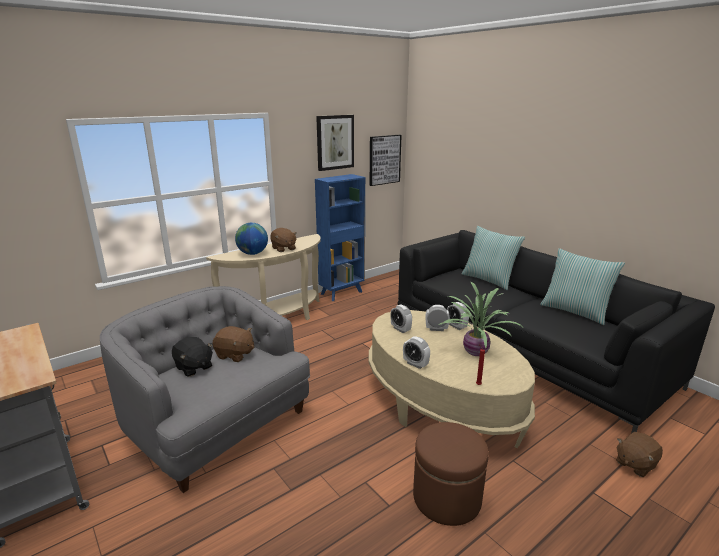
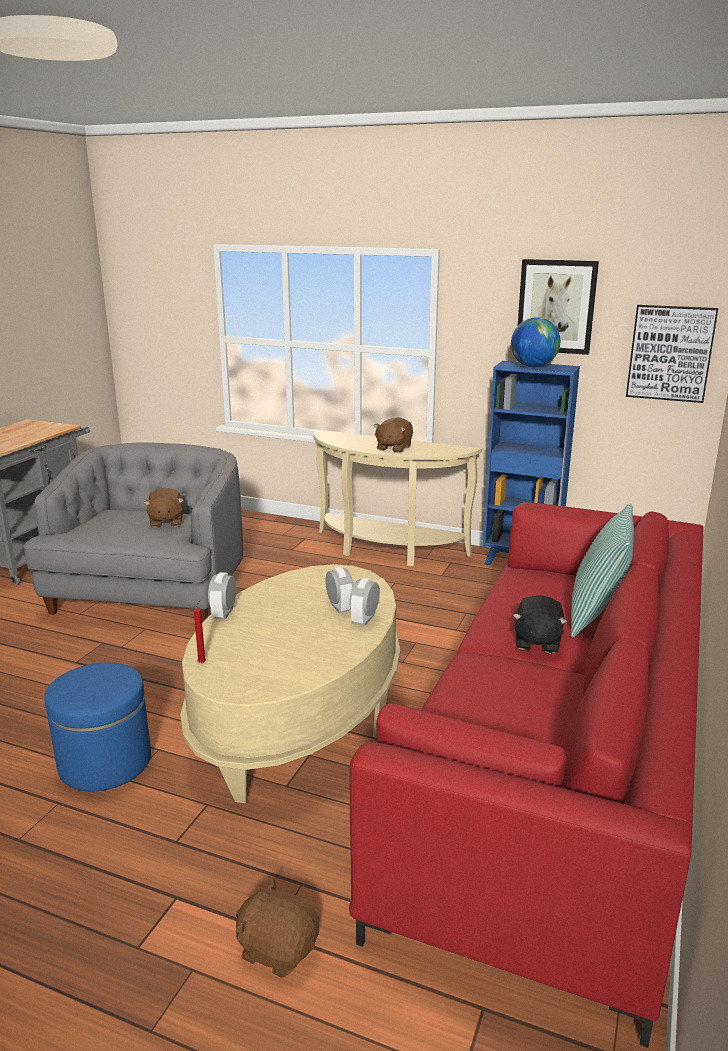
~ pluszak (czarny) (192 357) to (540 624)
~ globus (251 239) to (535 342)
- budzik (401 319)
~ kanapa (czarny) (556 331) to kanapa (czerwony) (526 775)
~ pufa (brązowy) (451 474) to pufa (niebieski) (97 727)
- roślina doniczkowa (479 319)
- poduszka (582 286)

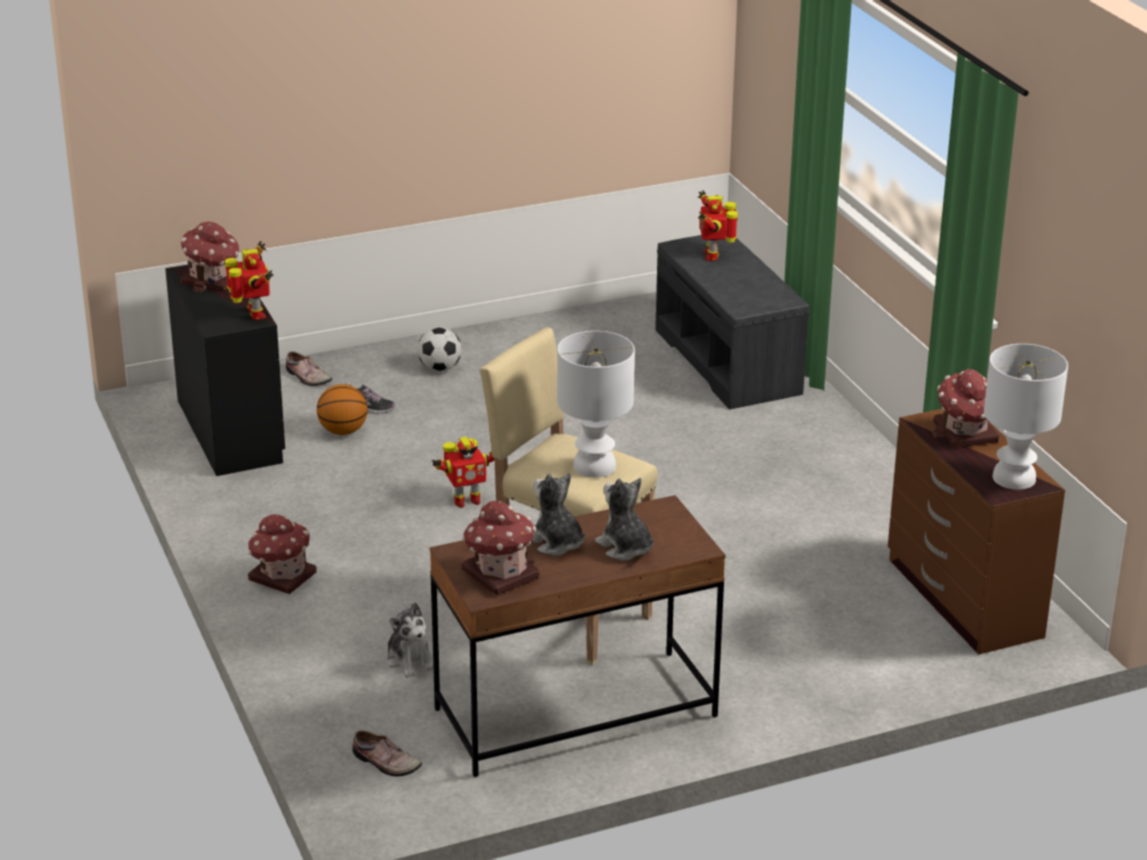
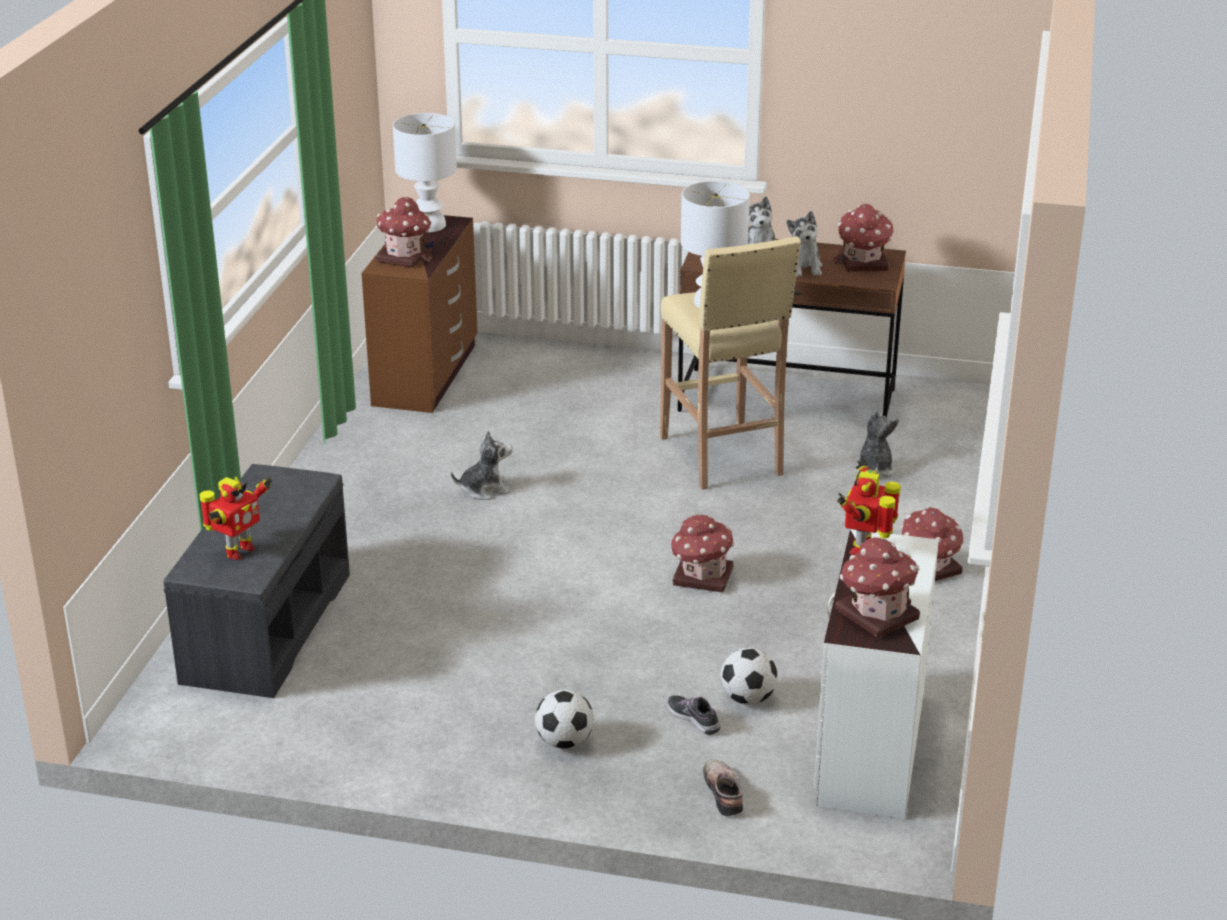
~ komoda (czarny) (225 370) to komoda (biały) (876 674)
~ piłka do koszykówki (342 409) to piłka futbolowa (749 676)
- but (387 753)
~ robot zabawkowy (463 472) to domek (702 553)
+ pluszak (481 465)

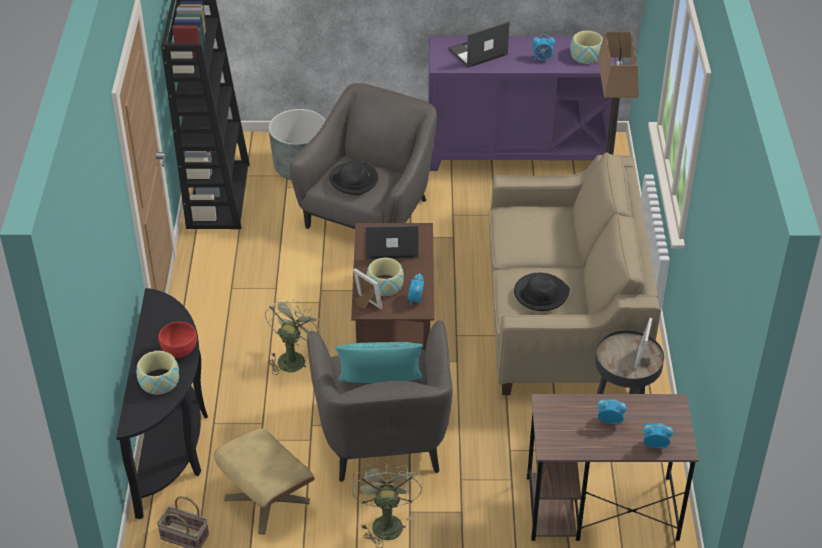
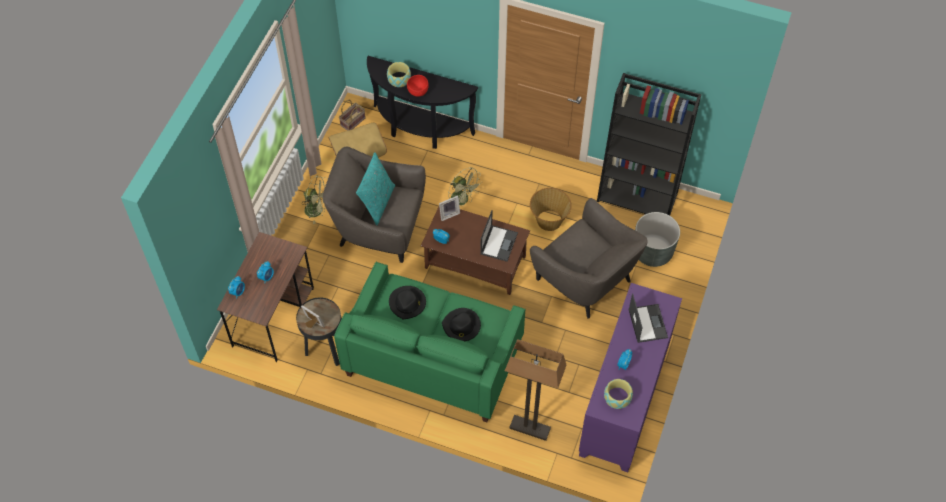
~ kapelusz (czarny) (353 178) to (461 324)
- miska (385 277)
~ kanapa (beżowy) (575 273) to kanapa (zielony) (429 342)
+ koszyk (551 209)

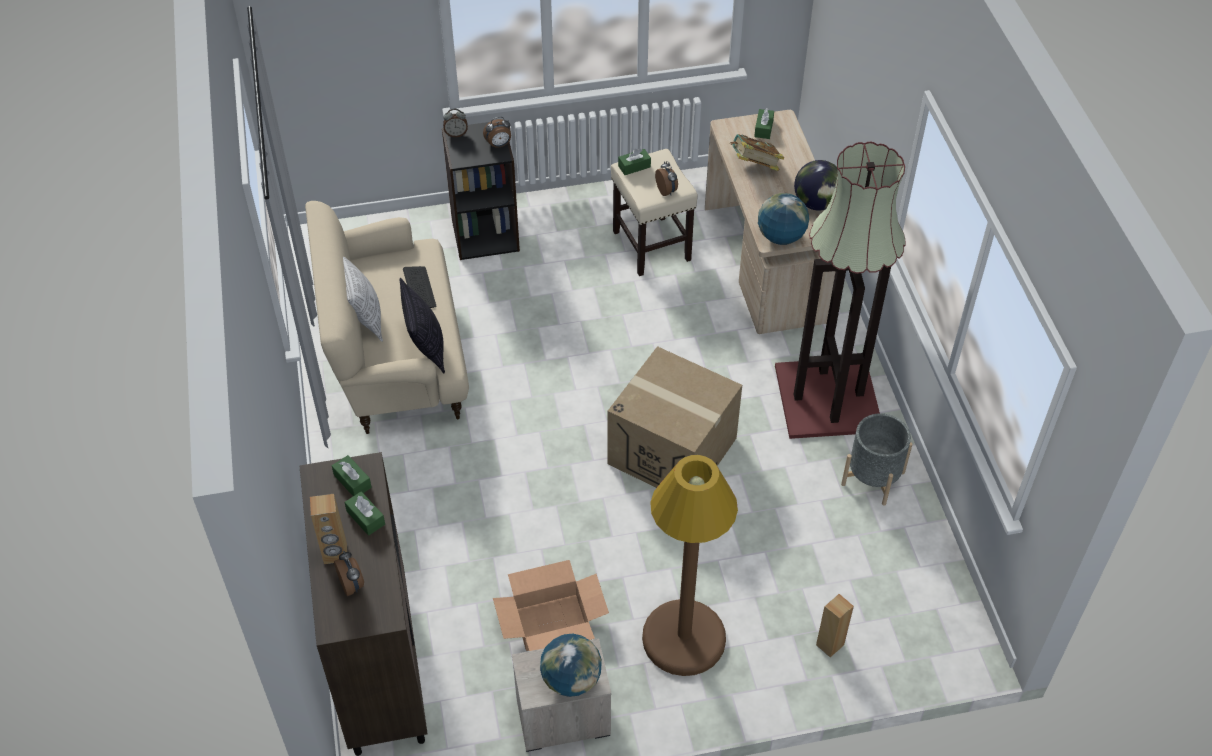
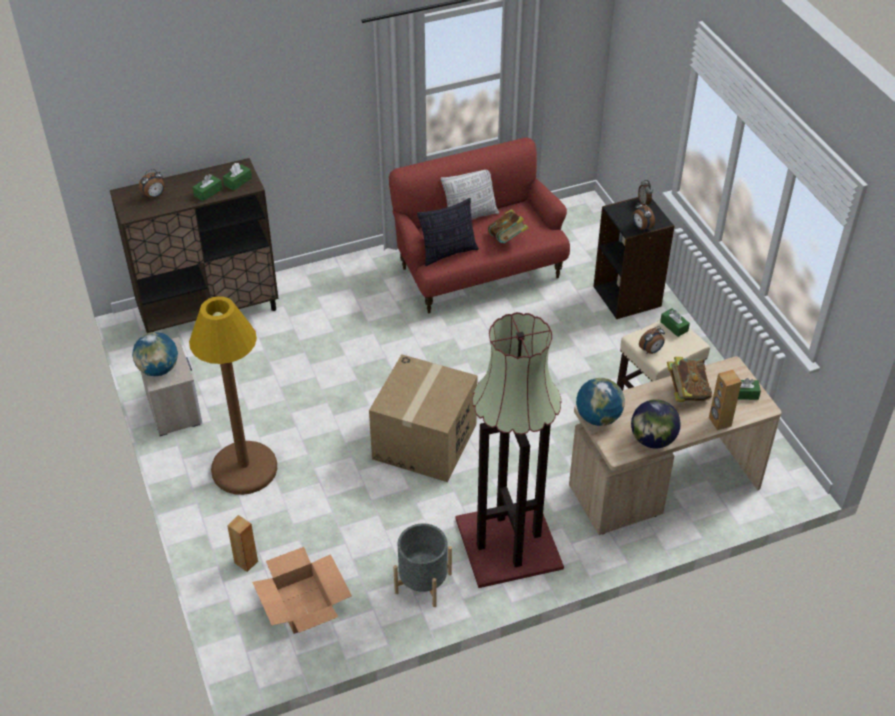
~ kanapa (beżowy) (387 317) to kanapa (czerwony) (479 225)
~ głośnik (brązowy) (329 529) to (725 400)
~ klawiatura (419 287) to książka (508 226)
~ karton (551 605) to (302 590)

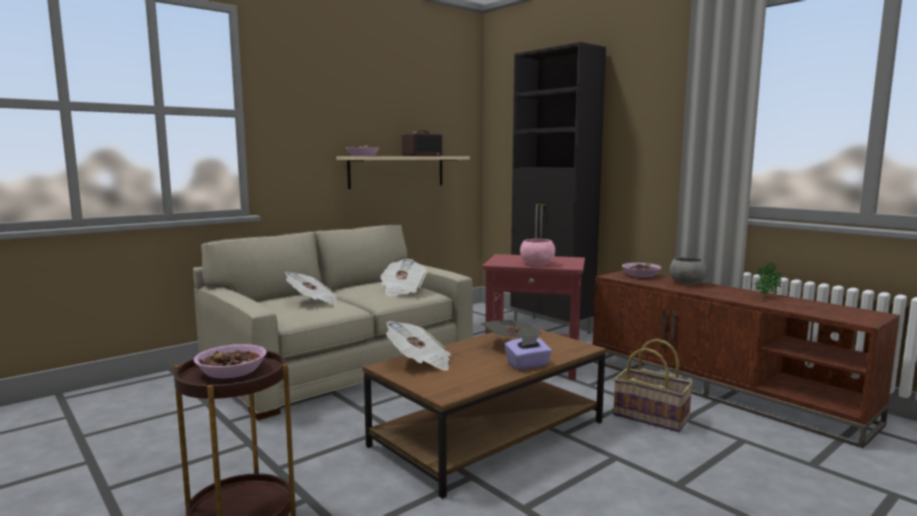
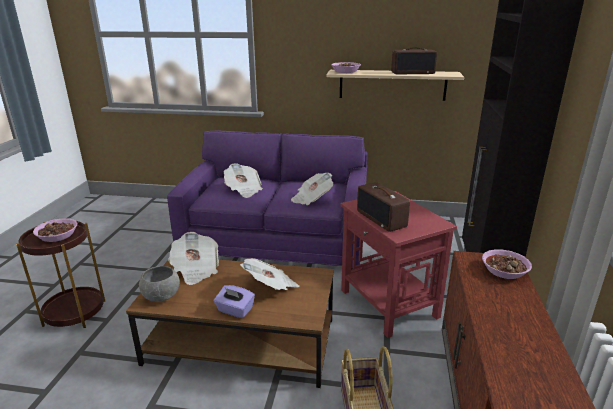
~ kanapa (beżowy) (333 322) to kanapa (fioletowy) (267 200)
~ miska (różowy) (537 252) to radio (383 207)
~ miska (szary) (688 271) to (159 284)
- roślina doniczkowa (769 279)

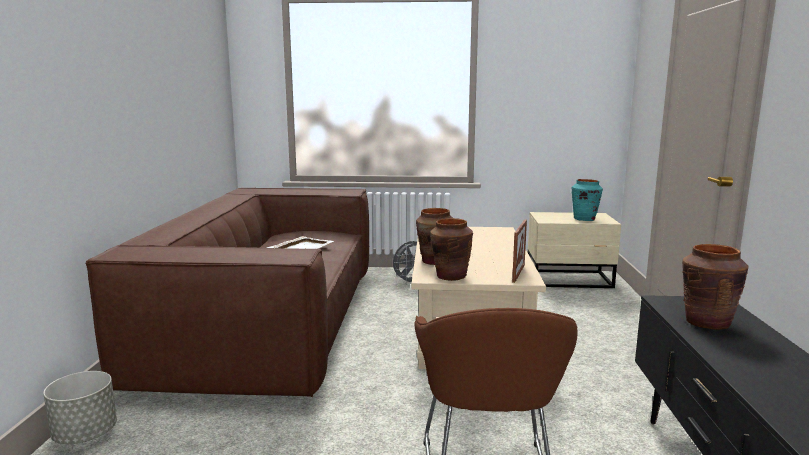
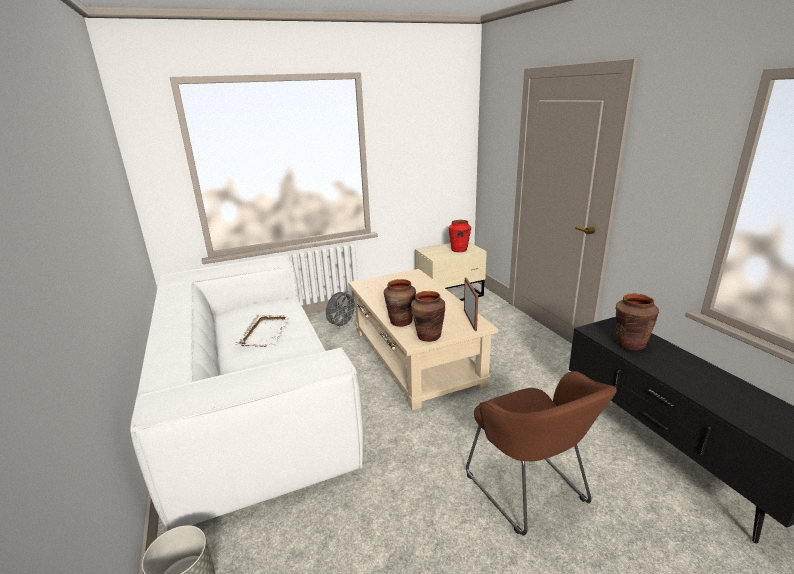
~ kanapa (brązowy) (227 292) to kanapa (biały) (247 393)
~ wazon (turkusowy) (587 200) to wazon (czerwony) (459 236)

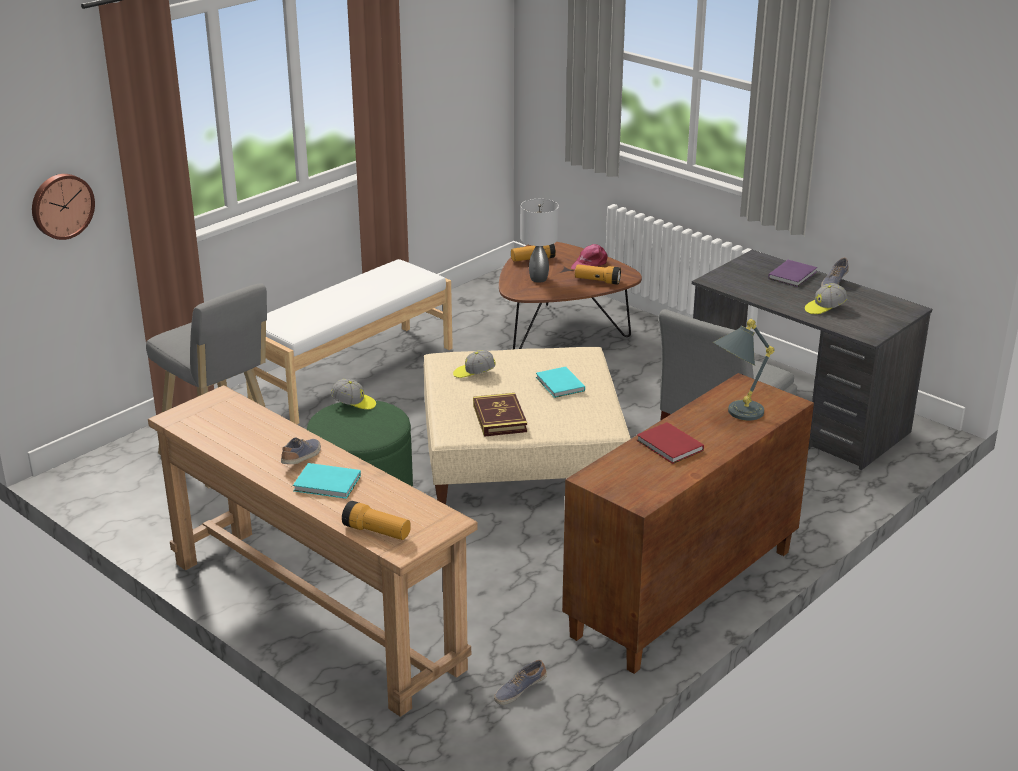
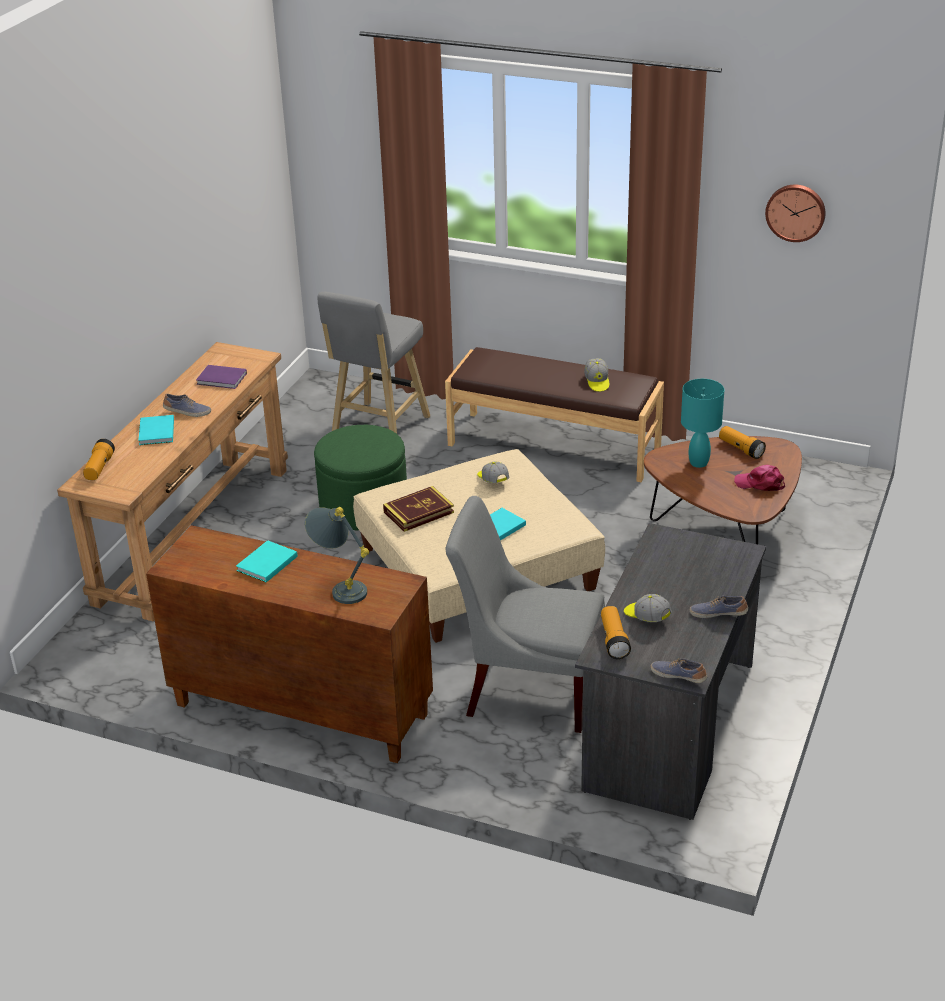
~ zegar ścienny (63 207) to (795 213)
~ ławka (biały) (349 341) to ławka (brązowy) (554 414)
~ czapka z daszkiem (353 394) to (596 375)
~ but (520 682) to (679 670)
~ lampa stołowa (szary) (540 241) to lampa stołowa (turkusowy) (702 423)
~ latarka (598 274) to (616 632)
~ książka (czerwony) (670 443) to książka (turkusowy) (267 561)
~ książka (fioletowy) (792 273) to (221 377)

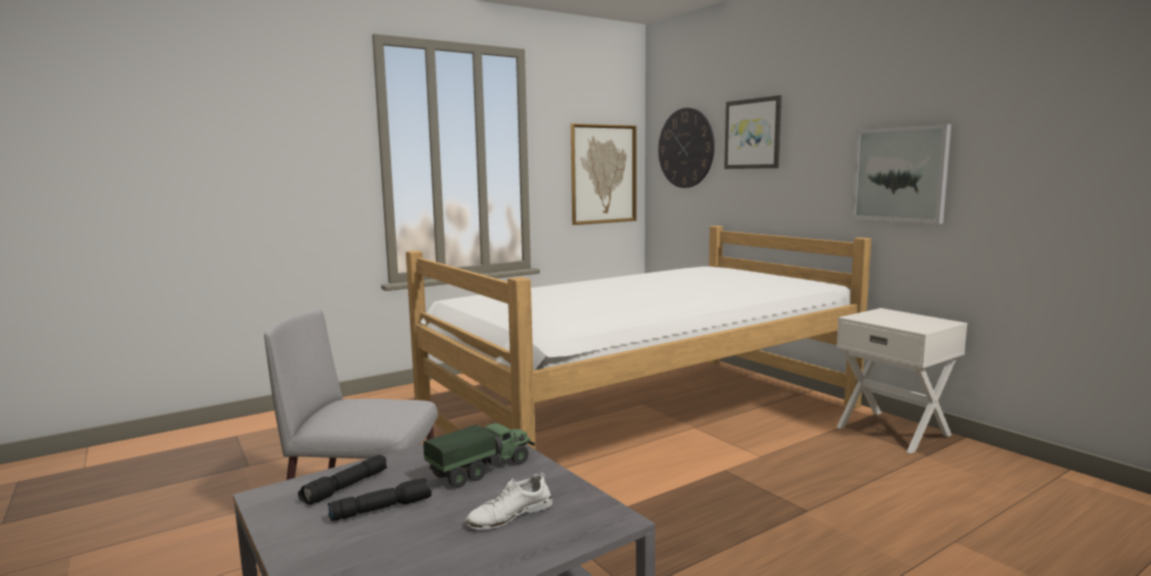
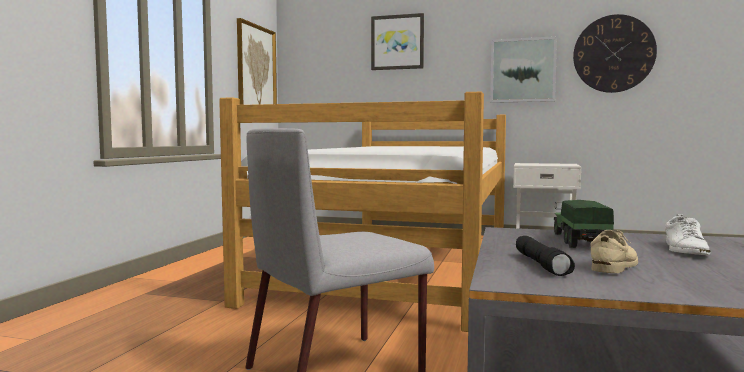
~ latarka (czarny) (380 499) to but (beżowy) (614 251)
~ zegar ścienny (686 148) to (615 53)

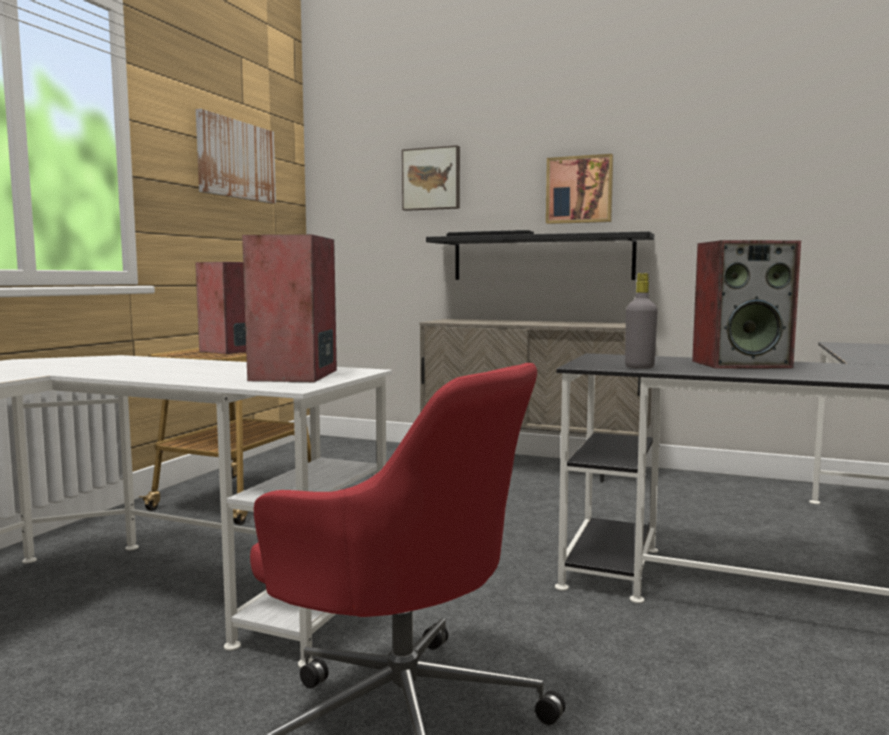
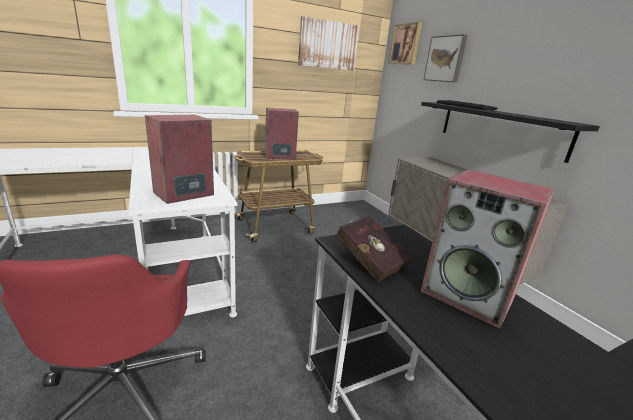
~ obraz (579 189) to (405 43)
~ butelka (szary) (641 321) to książka (czerwony) (373 249)

